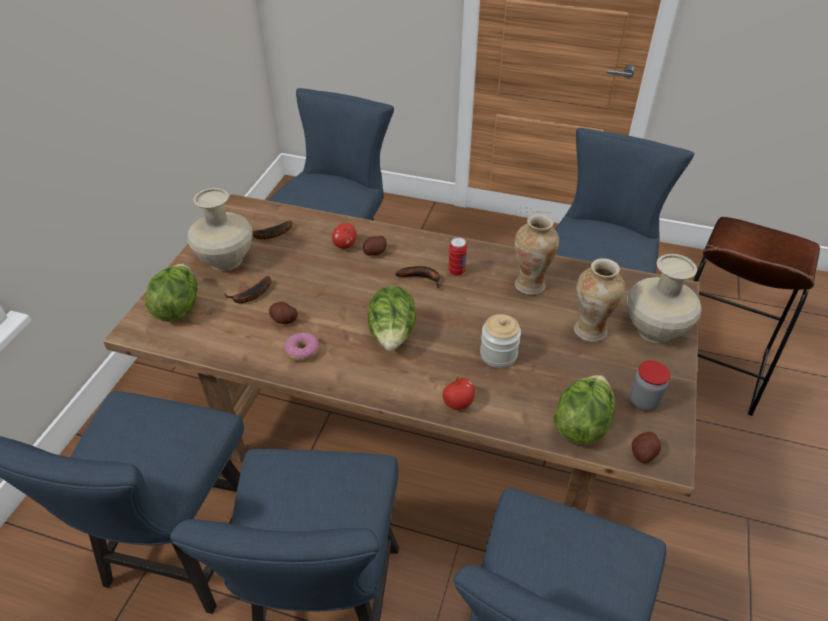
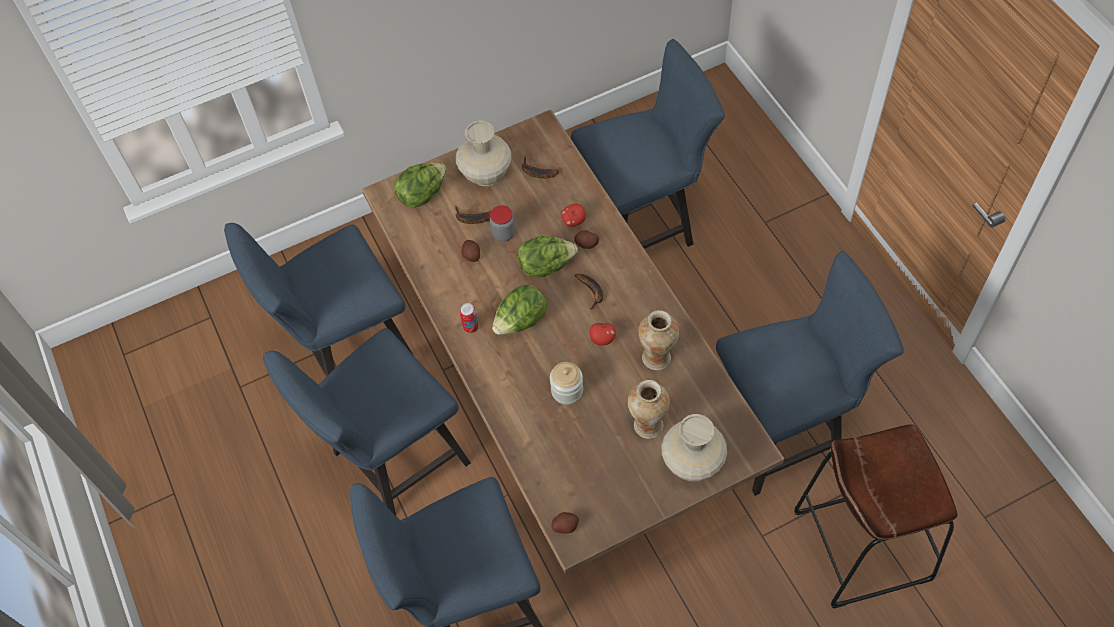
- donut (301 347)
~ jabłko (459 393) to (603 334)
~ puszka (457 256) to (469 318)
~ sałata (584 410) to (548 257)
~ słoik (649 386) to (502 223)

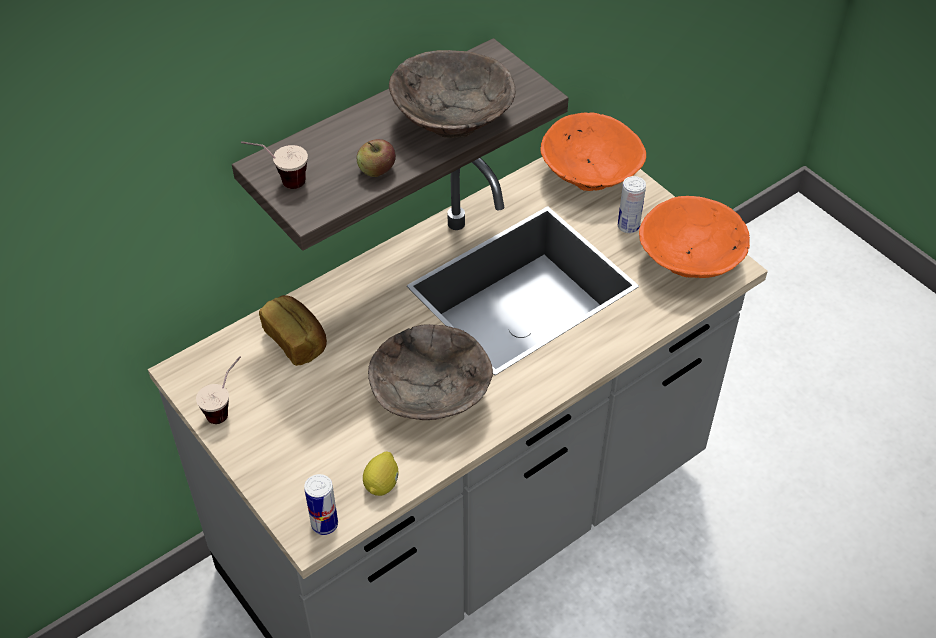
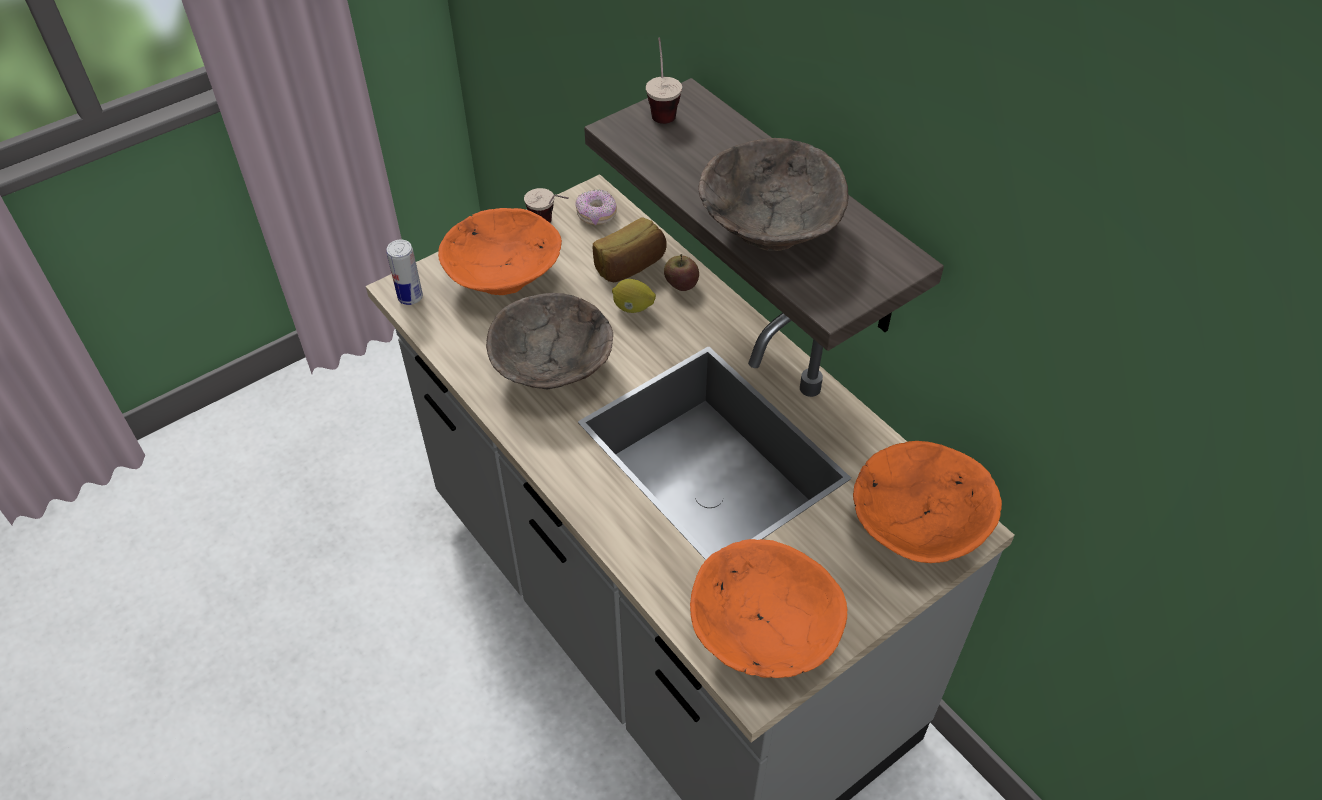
~ jabłko (376 158) to (681 272)
~ cytryna (380 473) to (634 296)
- puszka (632 204)
+ miska (pomarańczowy) (500 251)
+ donut (596 207)

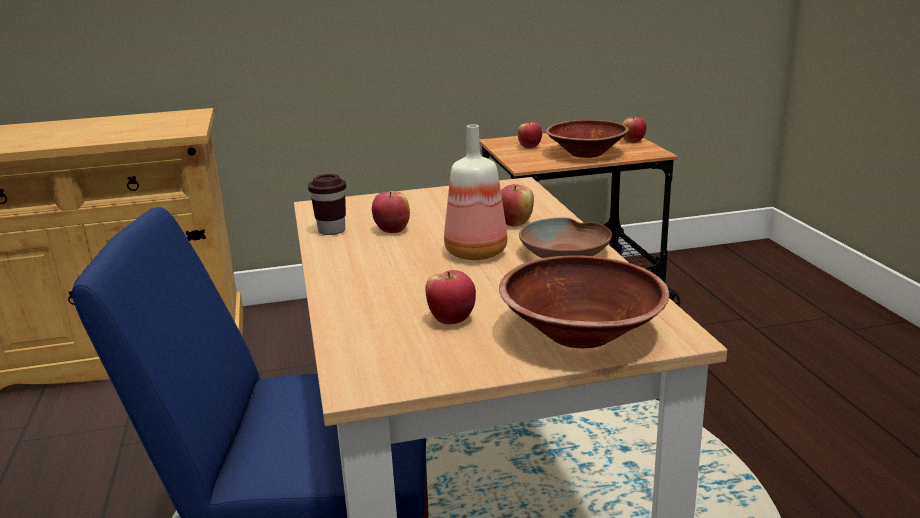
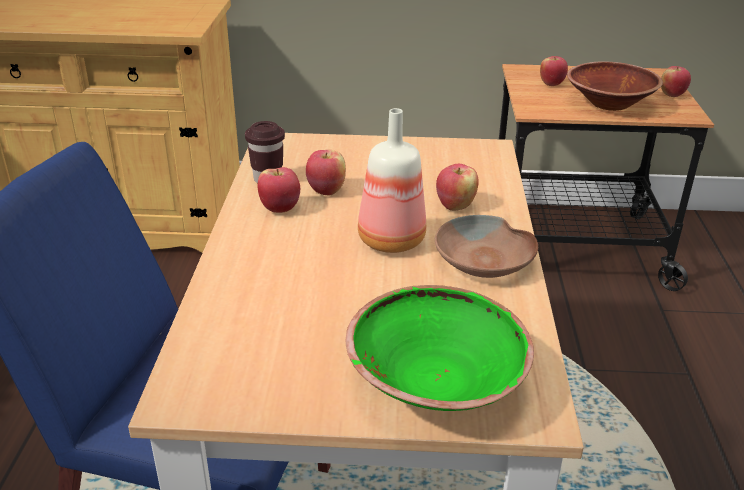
~ jabłko (450 297) to (278 190)
~ miska (brązowy) (584 301) to miska (zielony) (440 348)

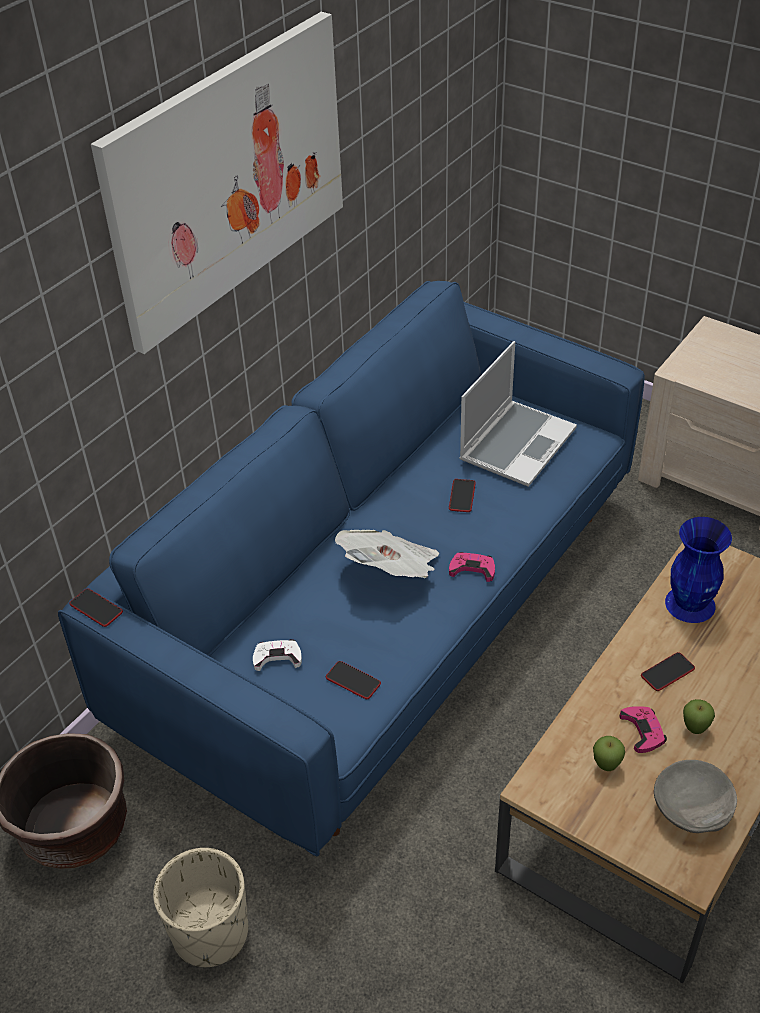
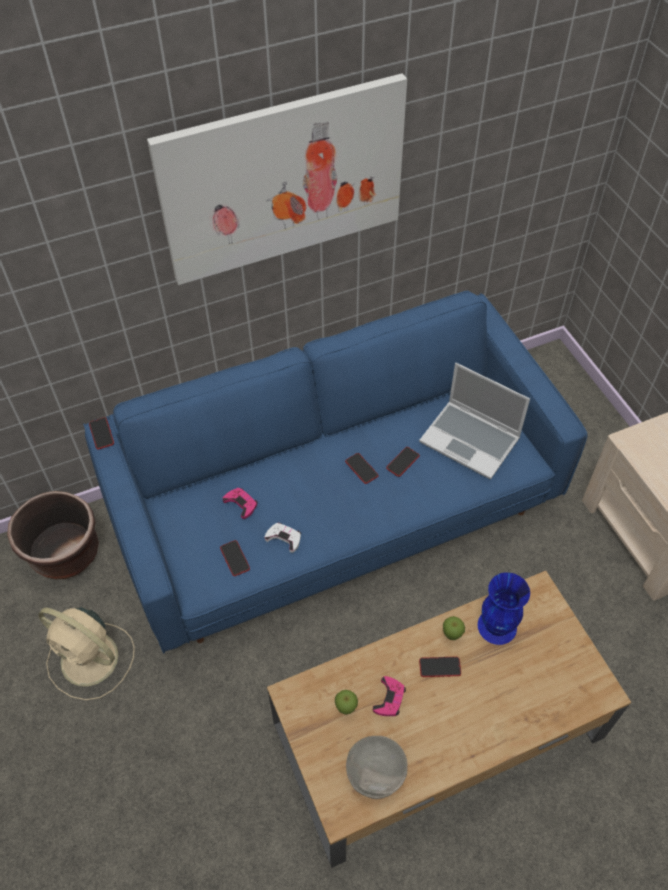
~ donica (beżowy) (200 907) to wentylator (beżowy) (86 653)
~ pad do gier (biały) (277 655) to (283 538)
- gazeta (387 554)
~ pad do gier (różowy) (472 567) to (240 503)
~ laptop (518 414) = (474 421) 60 degrees clockwise
~ jabłko (699 716) to (454 628)
+ telefon (361 468)

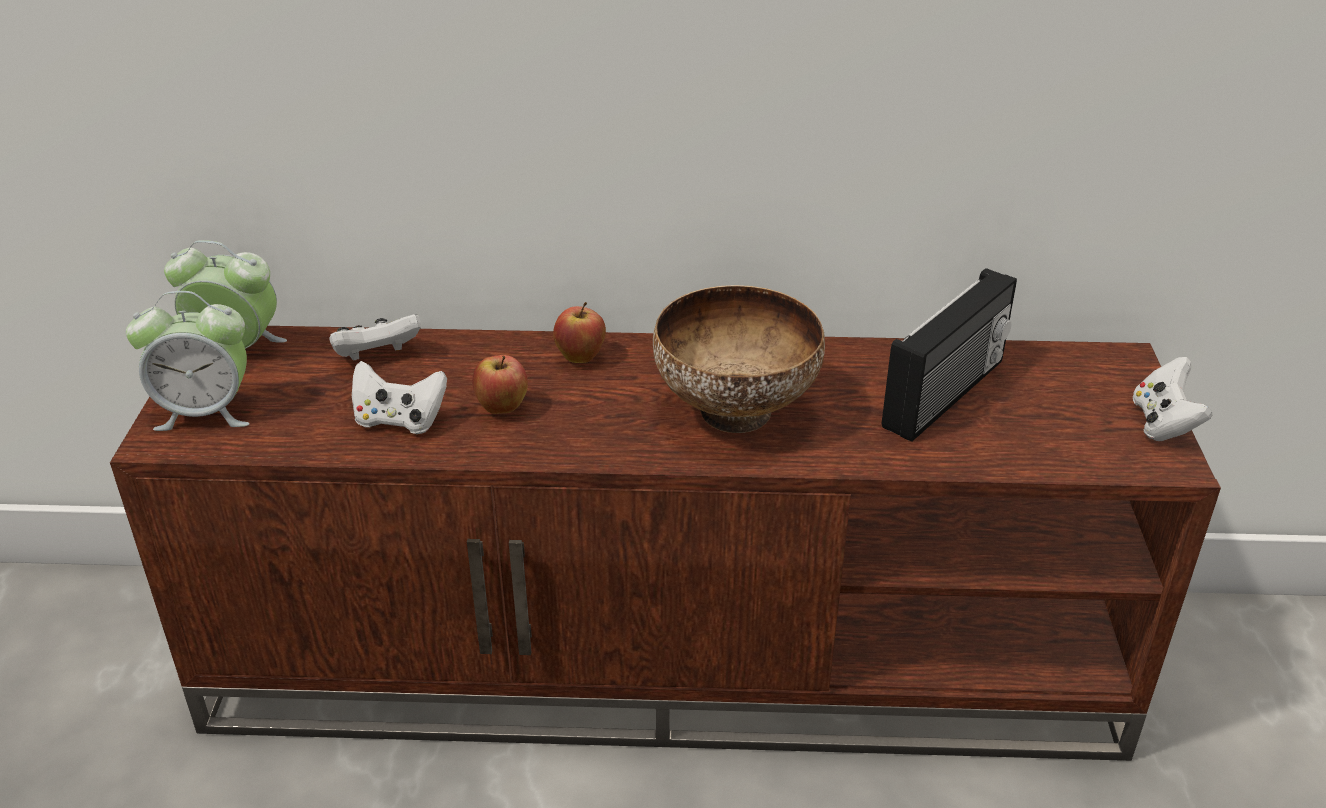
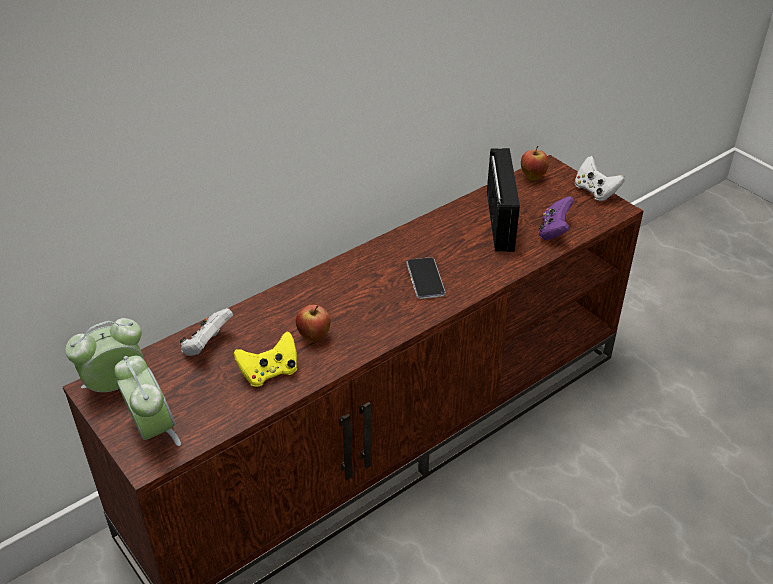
~ budzik (188 361) = (147 401) 75 degrees counterclockwise
~ pad do gier (biały) (399 397) to pad do gier (żółty) (265 359)
~ jabłko (579 332) to (535 163)
~ miska (739 359) to telefon (426 278)
+ pad do gier (fioletowy) (556 218)

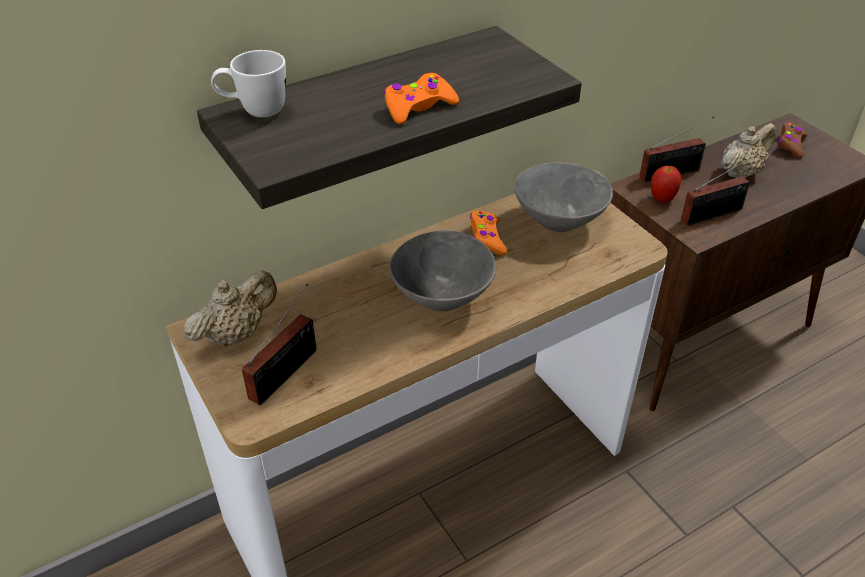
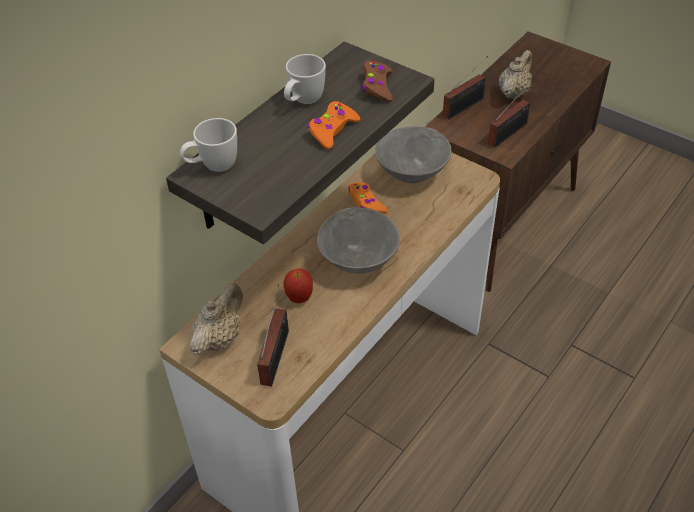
~ jabłko (666 184) to (298 286)
~ pad do gier (brązowy) (793 140) to (377 81)
+ kubek (biały) (305 79)

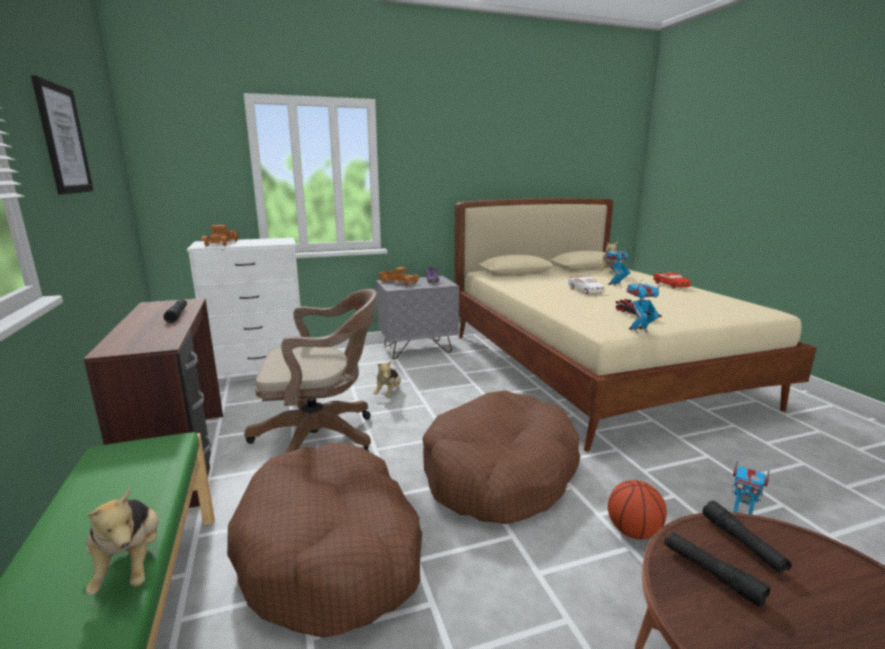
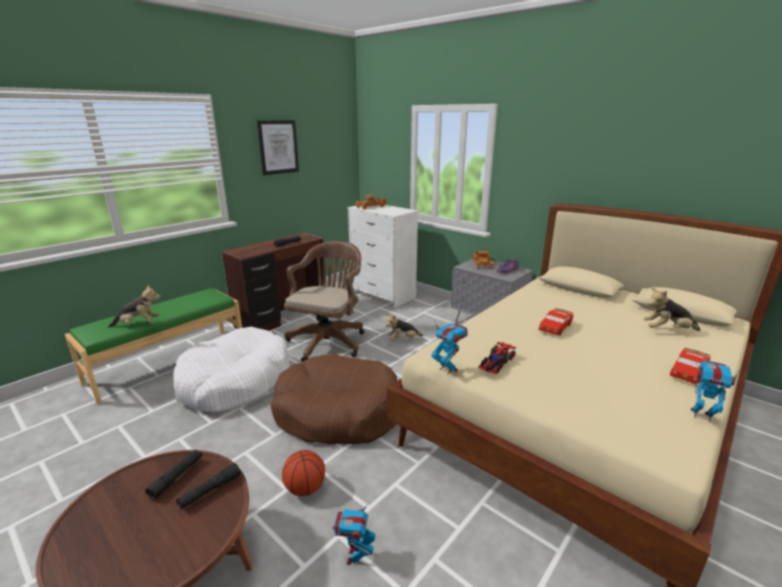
~ pluszak (122 541) = (134 306) 135 degrees counterclockwise
~ legowisko (brązowy) (324 540) to legowisko (biały) (232 369)
~ krzesło biurowe (brązowy) (310 371) = (324 301) 120 degrees counterclockwise
~ samochodzik (biały) (586 285) to samochodzik (czerwony) (556 322)
~ robot zabawkowy (618 266) to (715 391)

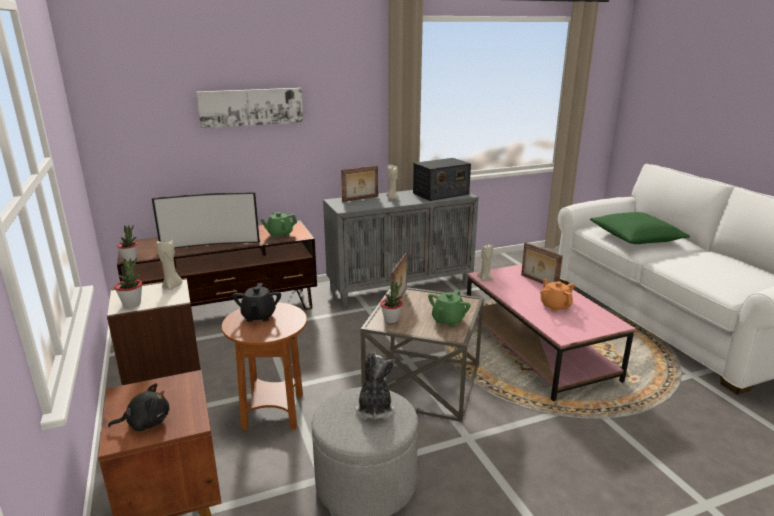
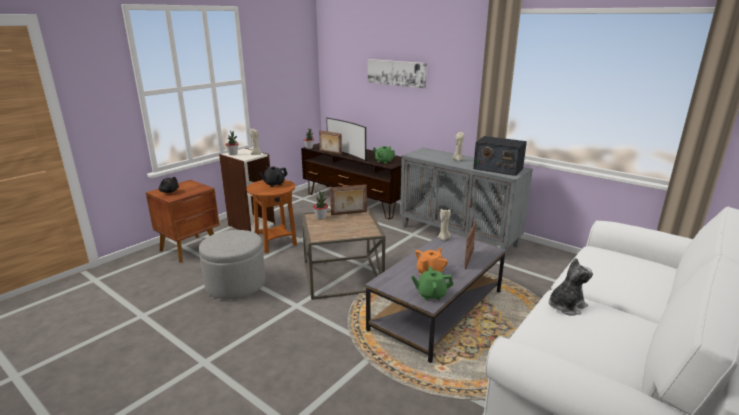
~ ramka na zdjęcie (359 183) to (330 142)
~ pluszak (375 385) to (570 287)
~ imbryk (zielony) (449 308) to (432 283)
~ ława (różowy) (551 332) to ława (szary) (435 297)
- poduszka (zielony) (640 228)

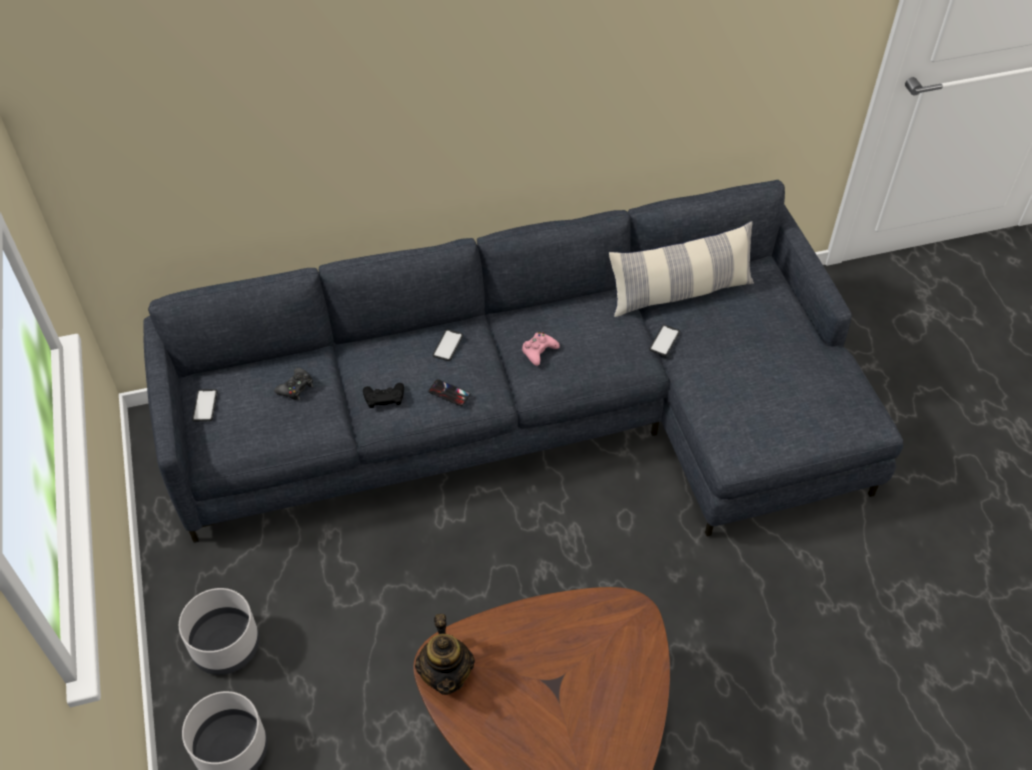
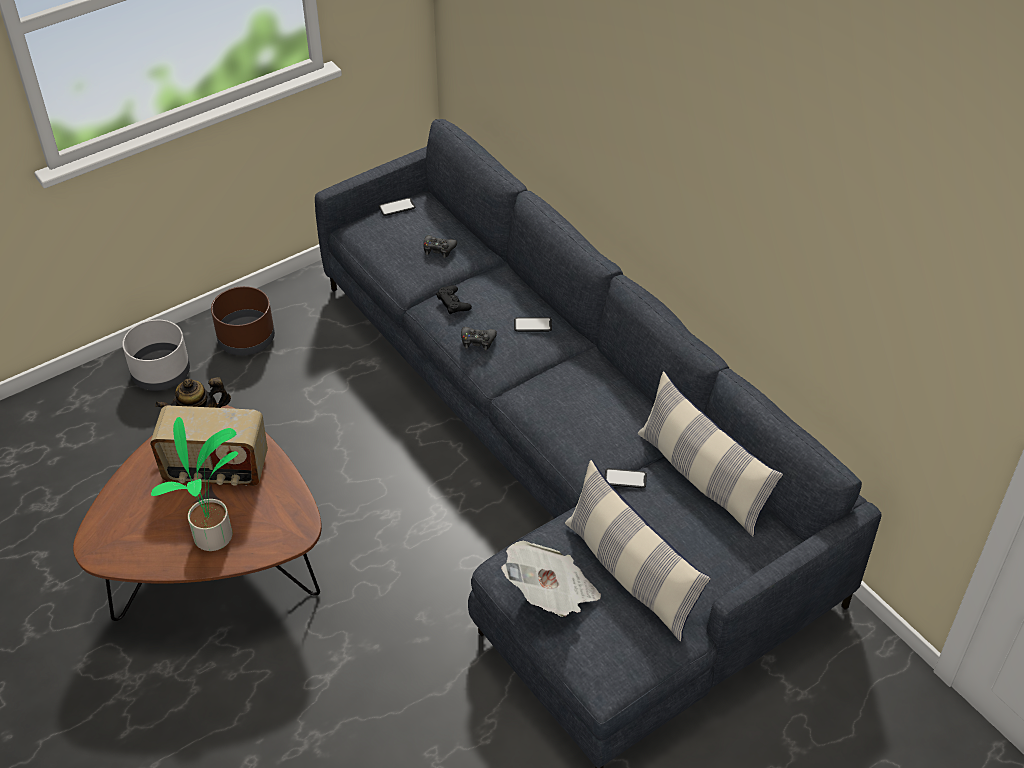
~ donica (szary) (219 631) to donica (brązowy) (243 321)
~ telefon (449 392) to pad do gier (czarny) (479 338)
- pad do gier (różowy) (541 349)
+ radio (209 446)
+ roślina doniczkowa (194 484)
+ gazeta (551 579)
+ poduszka (638 550)

